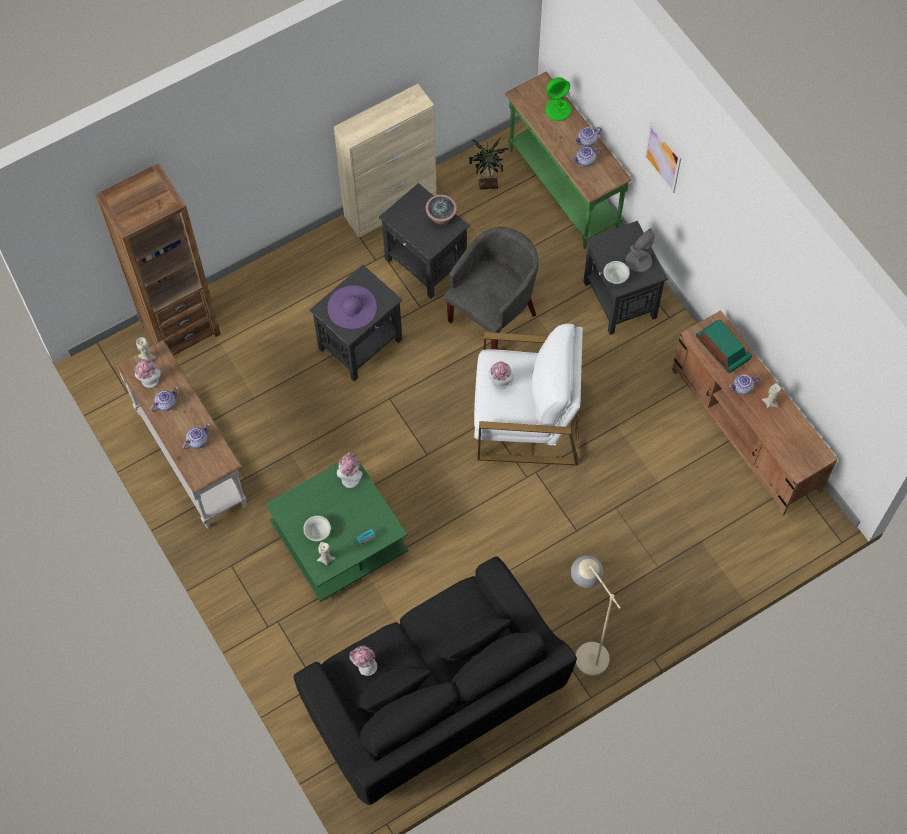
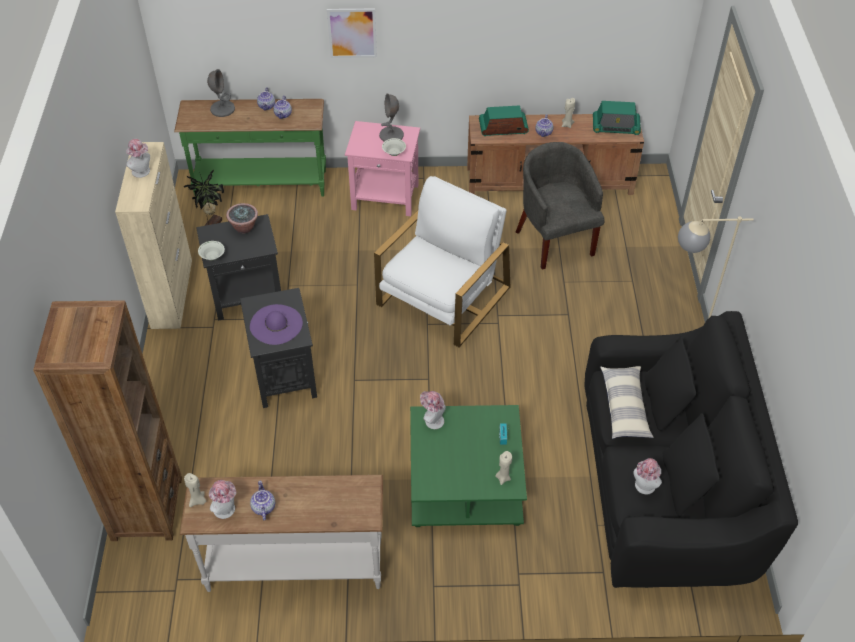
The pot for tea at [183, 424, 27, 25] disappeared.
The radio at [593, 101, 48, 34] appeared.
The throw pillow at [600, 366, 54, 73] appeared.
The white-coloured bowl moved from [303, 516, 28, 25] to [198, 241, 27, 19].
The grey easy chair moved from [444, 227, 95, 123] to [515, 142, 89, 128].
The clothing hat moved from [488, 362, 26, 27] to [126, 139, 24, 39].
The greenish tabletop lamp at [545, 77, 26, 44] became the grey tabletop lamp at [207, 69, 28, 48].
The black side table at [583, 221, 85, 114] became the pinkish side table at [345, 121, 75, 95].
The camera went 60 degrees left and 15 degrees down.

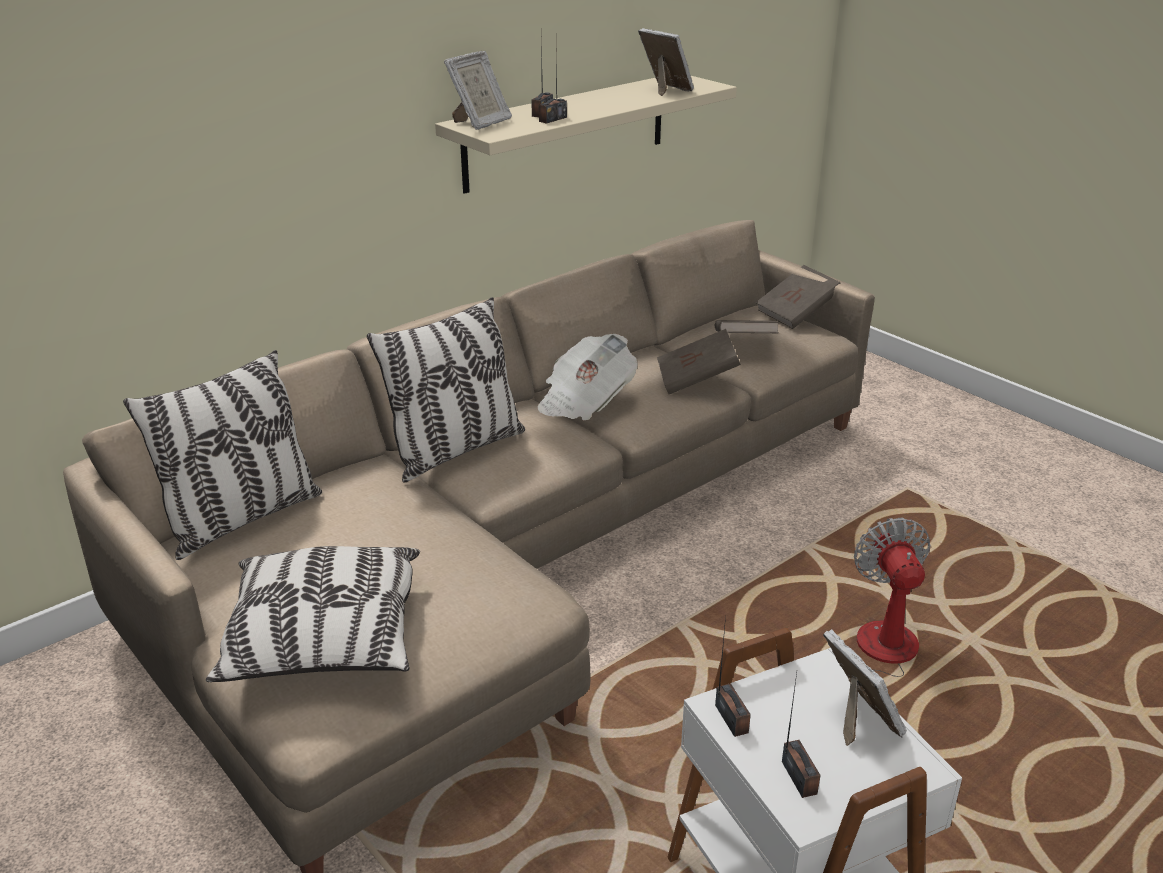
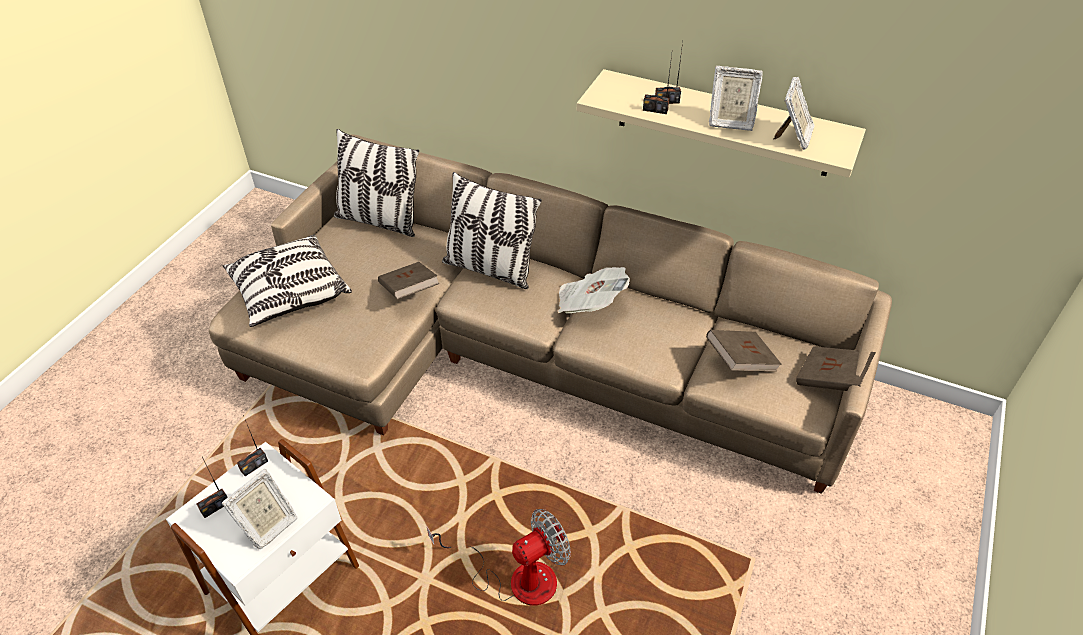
The picture frame moved from [444, 51, 68, 79] to [709, 66, 54, 65].
The brownish volume moved from [657, 329, 84, 65] to [378, 262, 62, 38].
The camera went 65 degrees right and 15 degrees up.

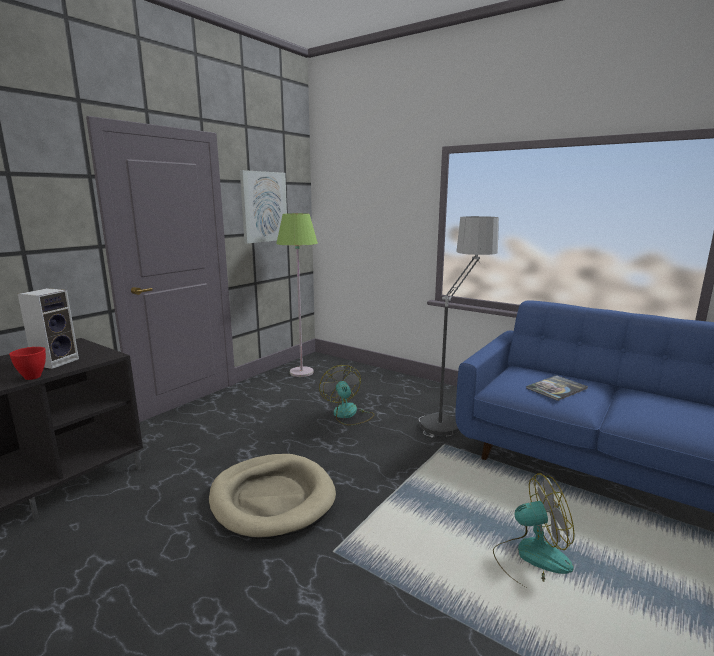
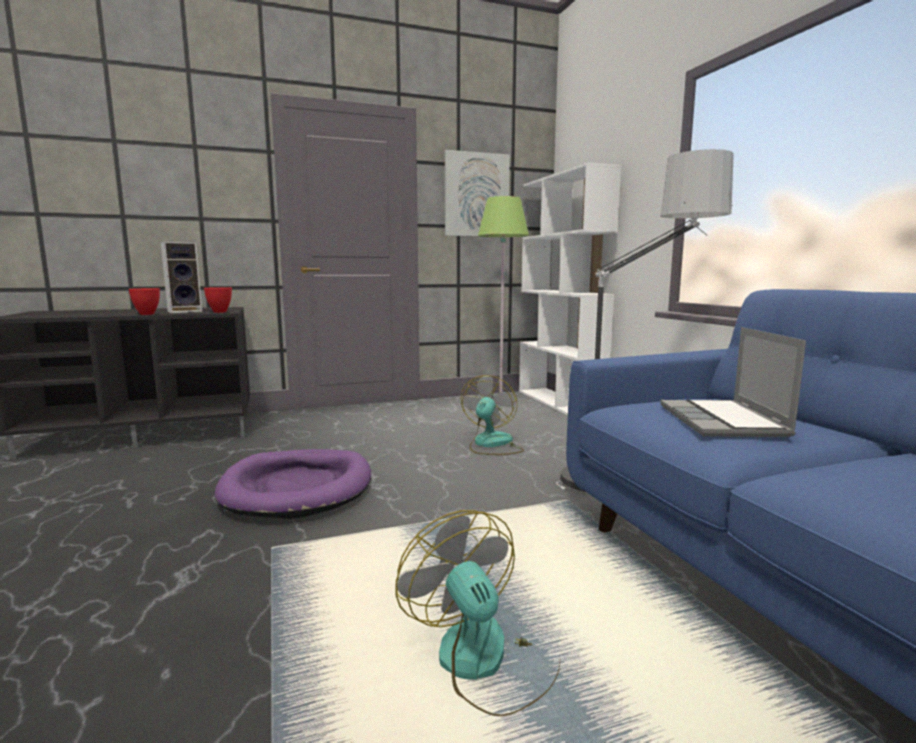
The red-coloured bowl at [204, 287, 28, 26] appeared.
The white-coloured bookshelf at [519, 162, 102, 253] appeared.
The volume at [526, 375, 62, 26] was replaced by the notebook computer at [660, 327, 146, 110].
The beige-coloured dog cushion at [209, 454, 127, 85] became the purple-coloured dog cushion at [215, 449, 156, 70].
The cooling fan at [493, 473, 81, 116] turned 150 degrees counterclockwise.
The camera went 35 degrees right and 5 degrees down.

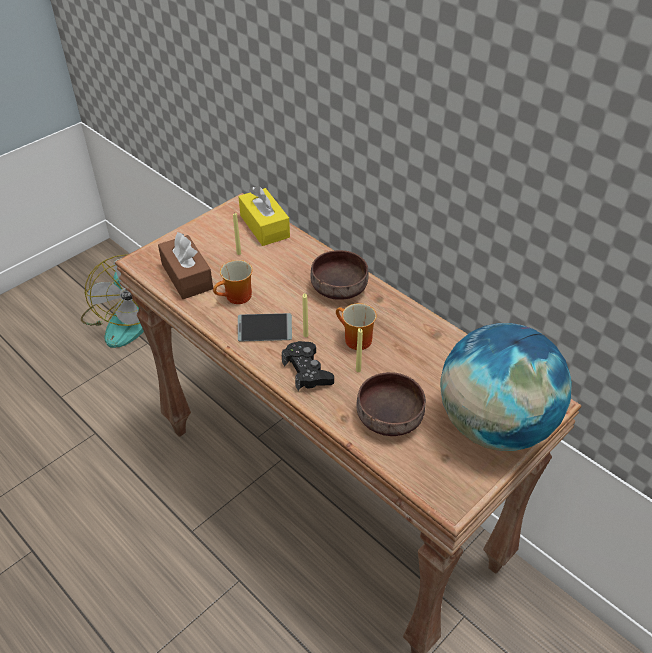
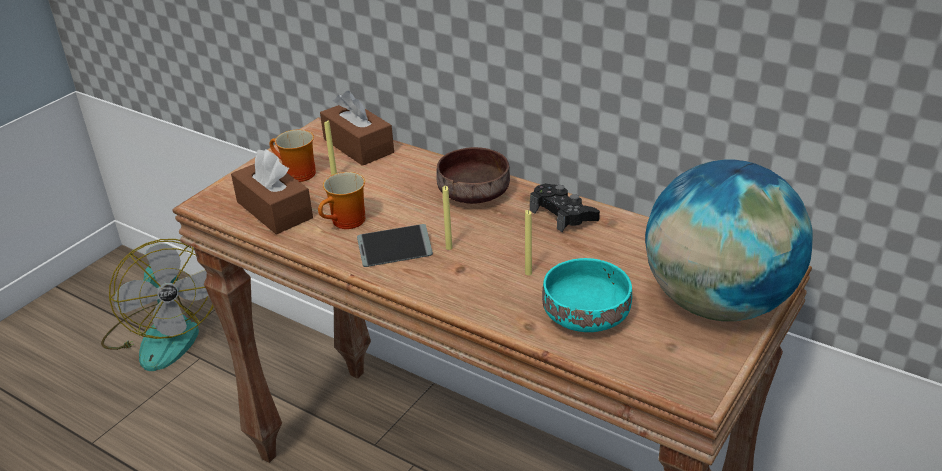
The black joypad moved from [282, 341, 52, 50] to [530, 183, 70, 49].
The mug moved from [336, 303, 41, 47] to [269, 129, 47, 53].
The yellowish box of tissues at [238, 186, 52, 60] became the brownish box of tissues at [320, 91, 74, 75].
The brownish bowl at [356, 372, 70, 64] became the turquoise-coloured bowl at [542, 258, 90, 74].
The camera went 10 degrees left and 10 degrees down.

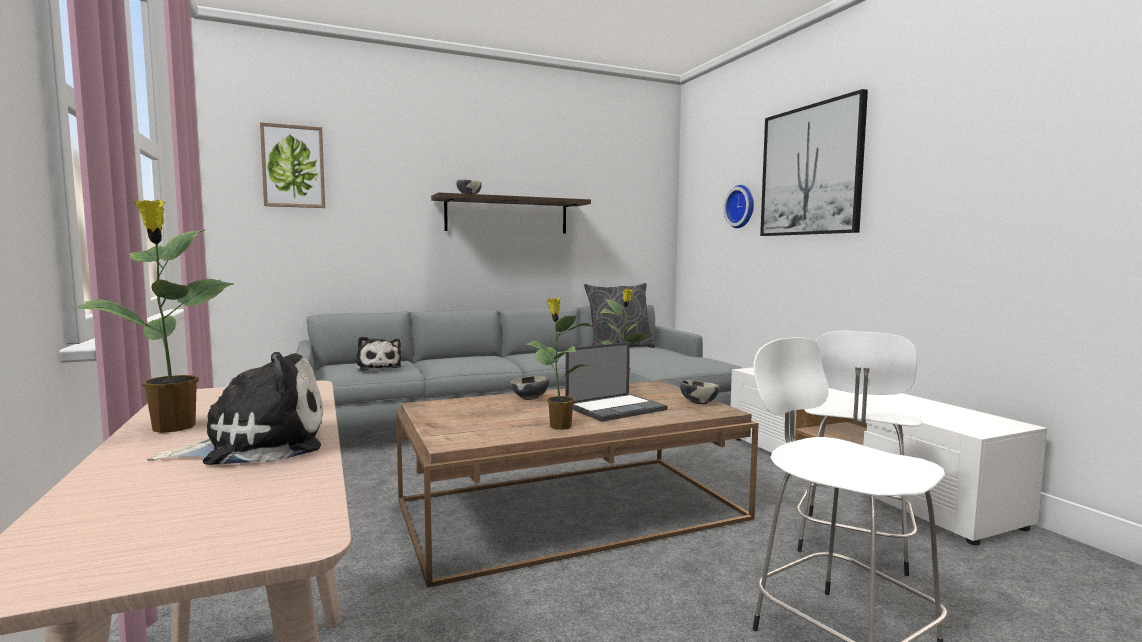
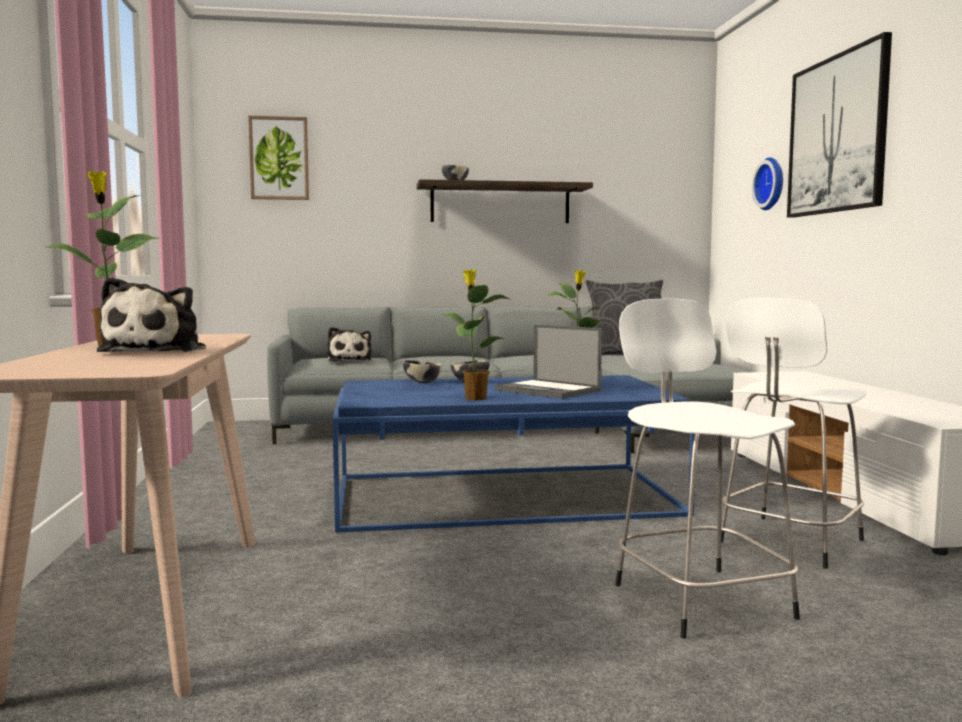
The bowl moved from [680, 380, 39, 24] to [403, 360, 40, 23].
The brownish low table at [396, 380, 363, 209] became the blue low table at [333, 375, 362, 159].
The soft toy at [147, 352, 176, 113] turned 105 degrees clockwise.
The notebook computer at [565, 342, 103, 80] turned 60 degrees clockwise.
The camera went 15 degrees right and 0 degrees up.

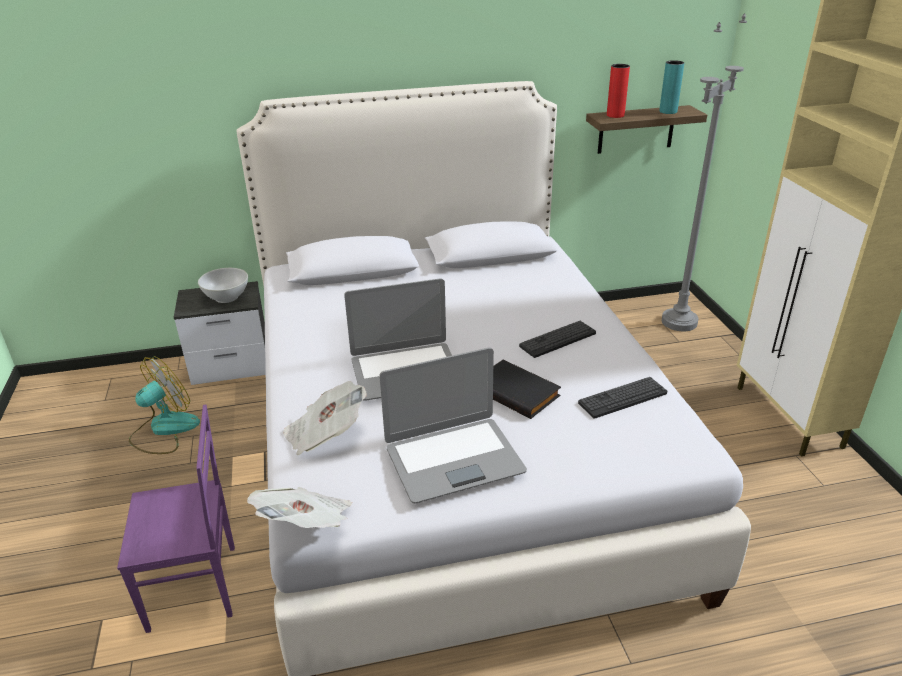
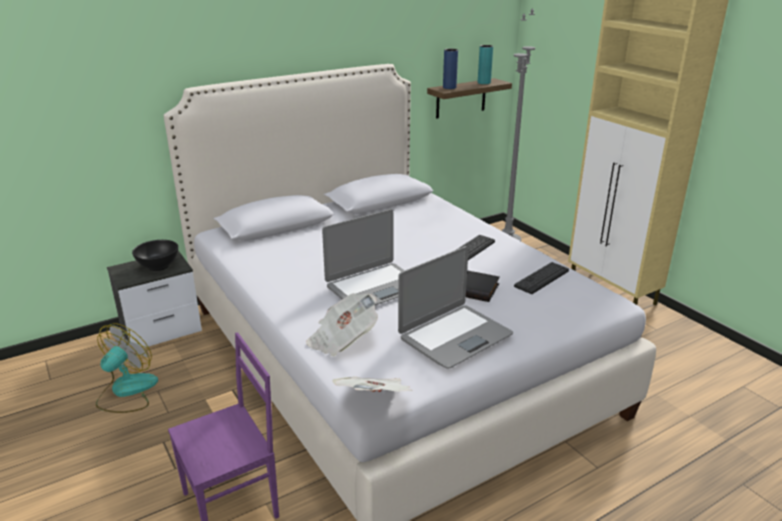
The white-coloured bowl at [198, 268, 50, 35] became the black bowl at [132, 240, 46, 31].
The red-coloured vase at [607, 64, 23, 54] became the blue vase at [443, 49, 15, 40].
The camera went 20 degrees left and 5 degrees down.

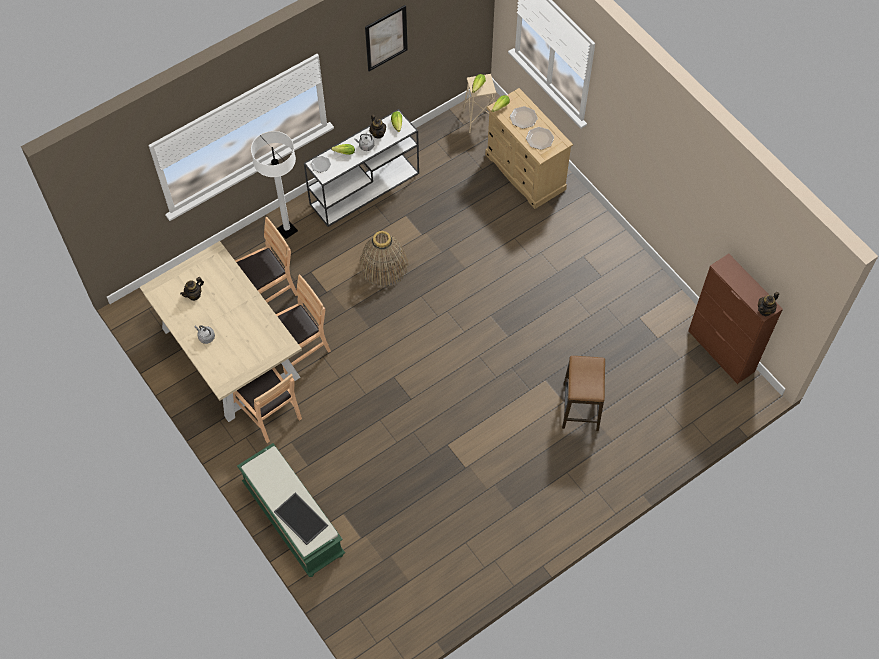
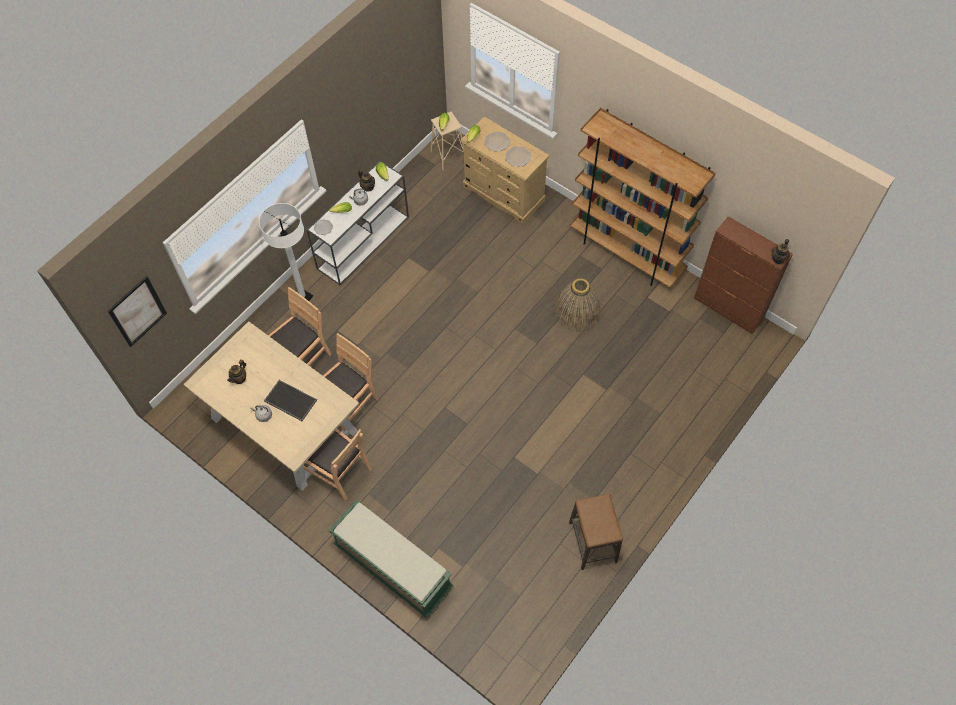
The brownish bookshelf at [570, 108, 146, 180] appeared.
The tray moved from [274, 493, 54, 52] to [264, 380, 53, 41].
The basket moved from [360, 231, 48, 56] to [554, 278, 47, 54].
The wall picture moved from [365, 5, 43, 66] to [108, 276, 59, 71].
The stool seat moved from [562, 356, 43, 75] to [569, 494, 54, 76].
The camera went 15 degrees left and 0 degrees up.

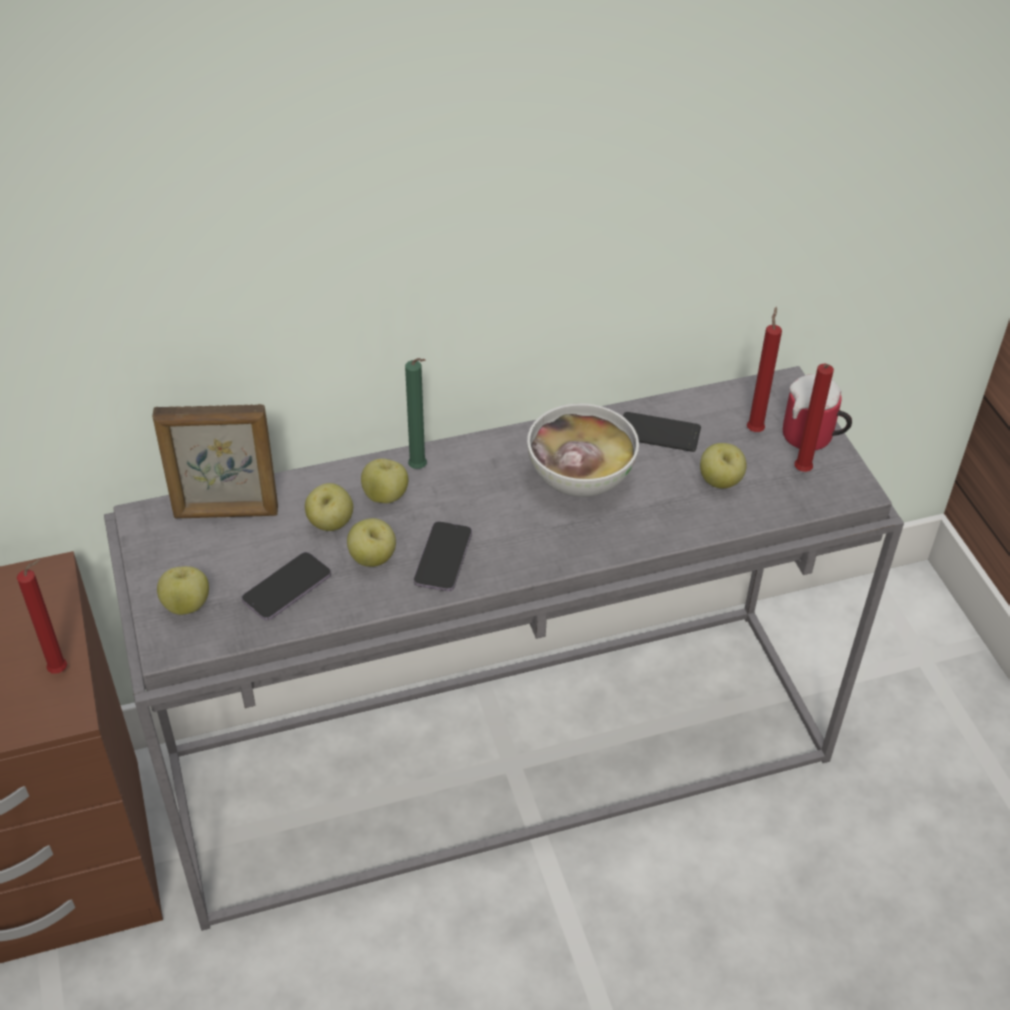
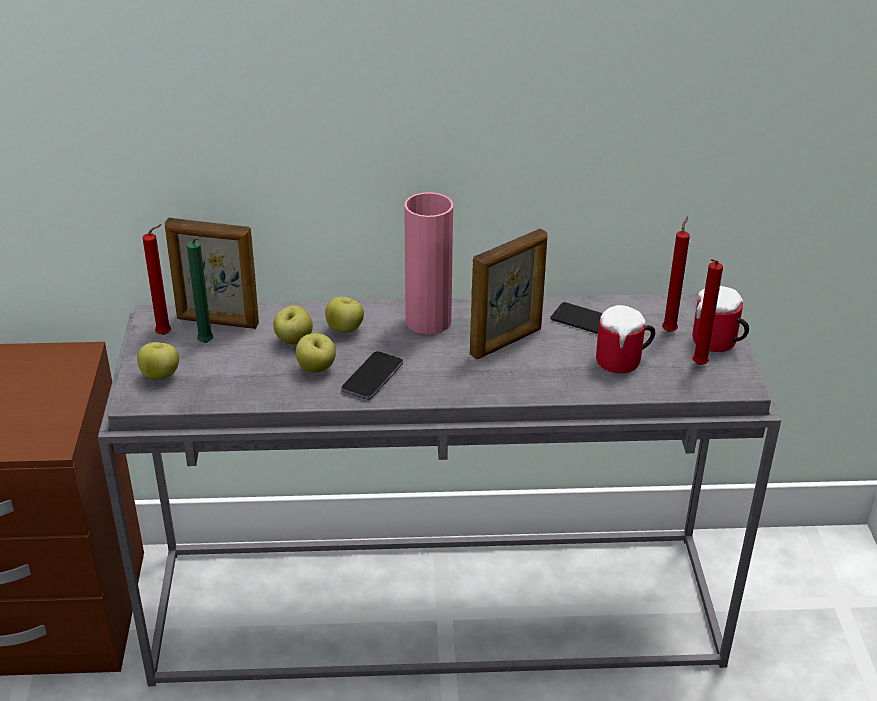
The telephone at [242, 552, 89, 69] disappeared.
The pinkish vase at [404, 192, 49, 143] appeared.
The red-coloured candle moved from [17, 559, 50, 115] to [142, 224, 29, 111].
The greenish candle moved from [405, 358, 22, 111] to [187, 238, 26, 105].
The bowl at [527, 404, 112, 93] was replaced by the picture frame at [470, 229, 78, 130].
The apple at [700, 443, 47, 46] was replaced by the mug at [596, 305, 59, 68].
The camera went 15 degrees right and 10 degrees down.

